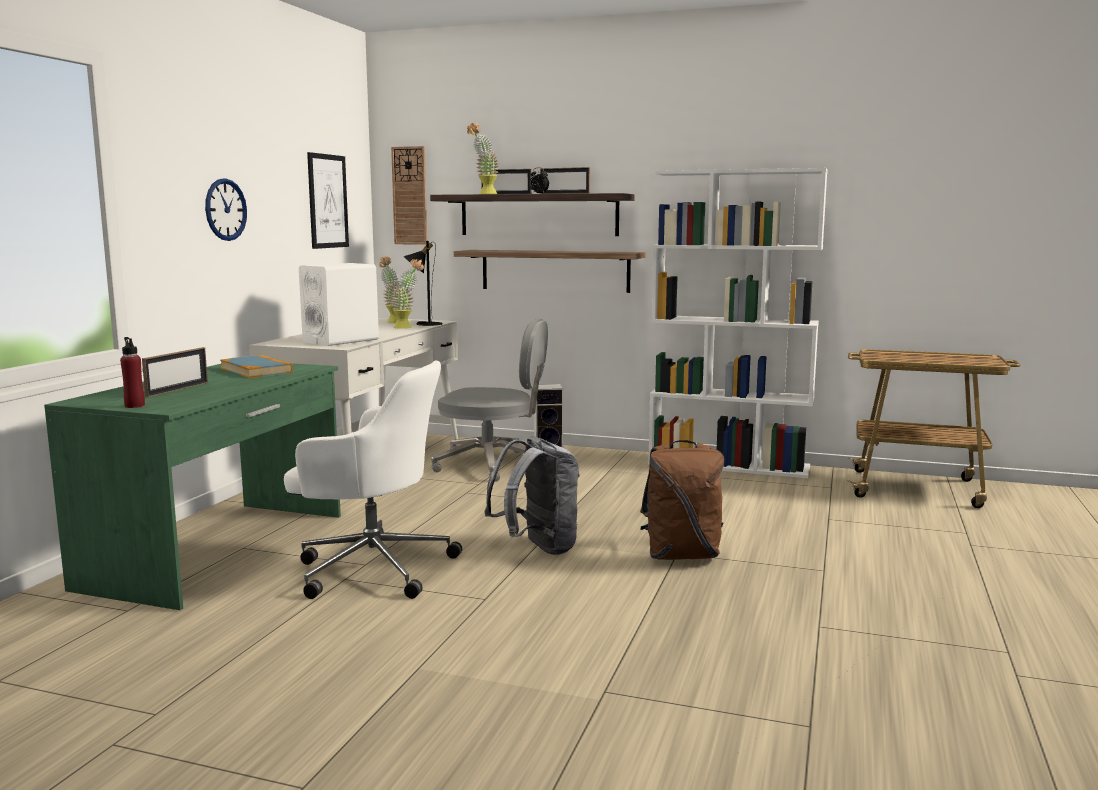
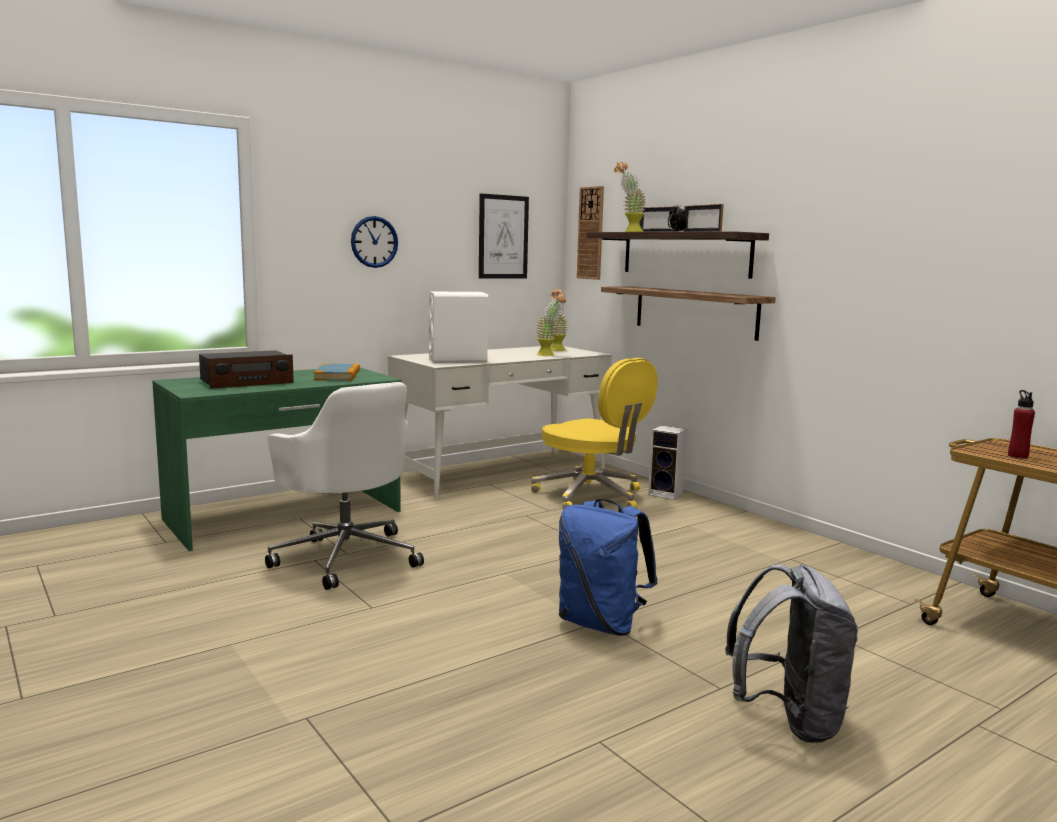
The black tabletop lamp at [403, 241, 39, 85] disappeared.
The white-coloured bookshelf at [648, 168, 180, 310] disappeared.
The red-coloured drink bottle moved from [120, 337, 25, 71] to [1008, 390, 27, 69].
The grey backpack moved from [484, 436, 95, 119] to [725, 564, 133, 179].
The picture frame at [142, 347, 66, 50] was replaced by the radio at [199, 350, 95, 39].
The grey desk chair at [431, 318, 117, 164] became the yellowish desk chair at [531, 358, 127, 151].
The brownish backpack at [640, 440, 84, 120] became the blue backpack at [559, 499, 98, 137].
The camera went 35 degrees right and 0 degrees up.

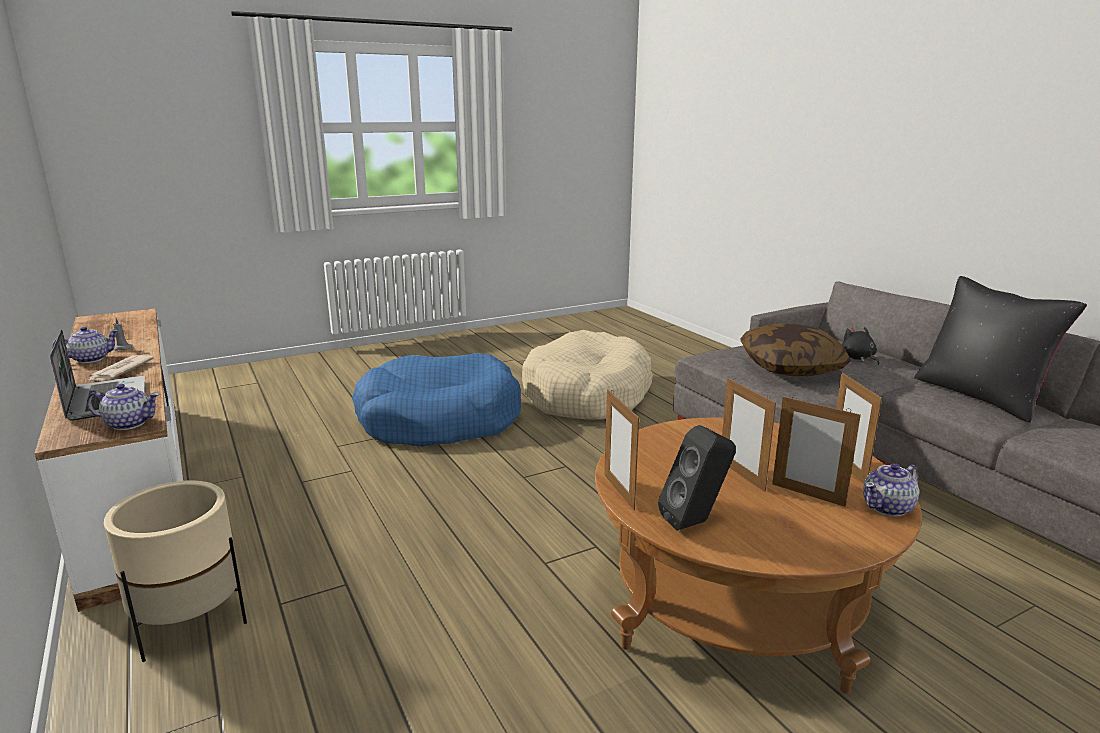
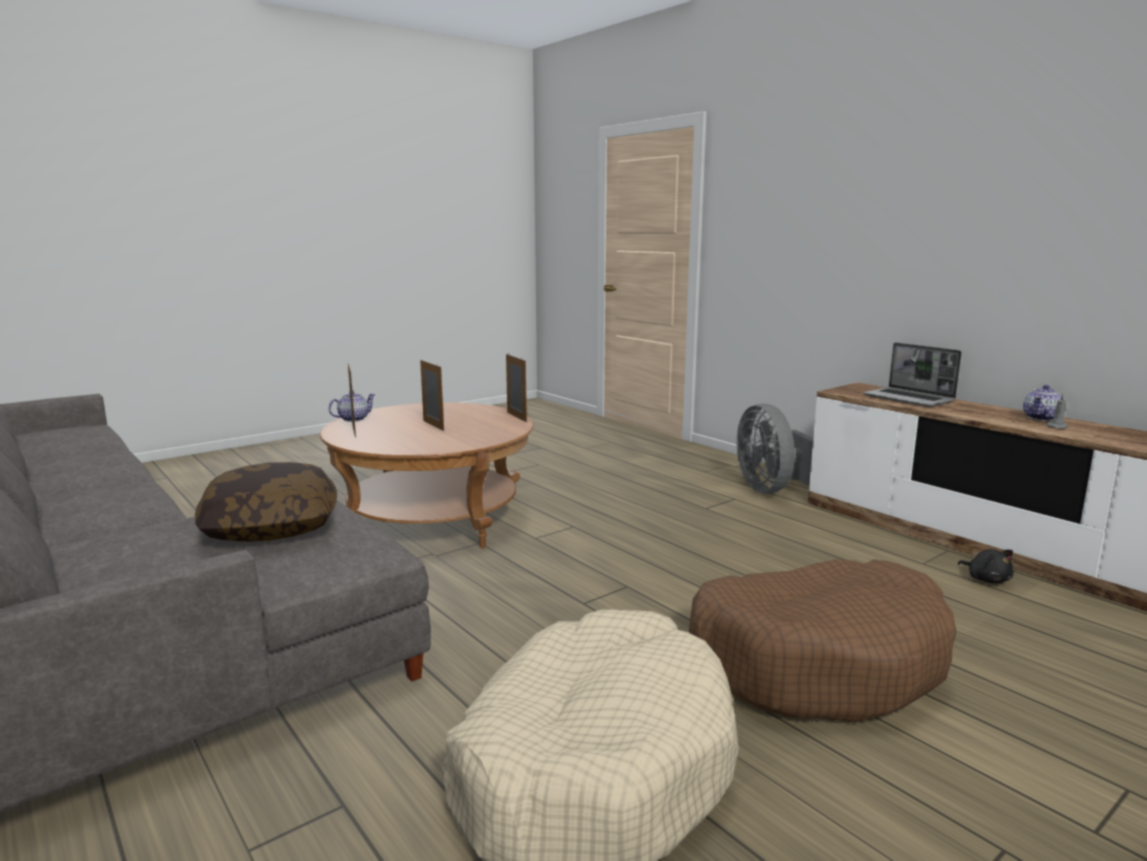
The newspaper at [87, 355, 67, 26] disappeared.
The pot for tea at [87, 384, 72, 46] disappeared.
The black audio speaker at [658, 425, 78, 106] disappeared.
The picture frame at [772, 396, 89, 111] disappeared.
The black throw pillow at [914, 276, 173, 147] disappeared.
The black soft toy moved from [842, 327, 37, 38] to [958, 549, 56, 34].
The beige-coloured plant pot at [104, 481, 143, 181] was replaced by the grey cooling fan at [737, 404, 76, 90].
The blue dog cushion at [352, 353, 169, 94] became the brownish dog cushion at [689, 559, 268, 163].
The camera went 170 degrees right and 5 degrees down.

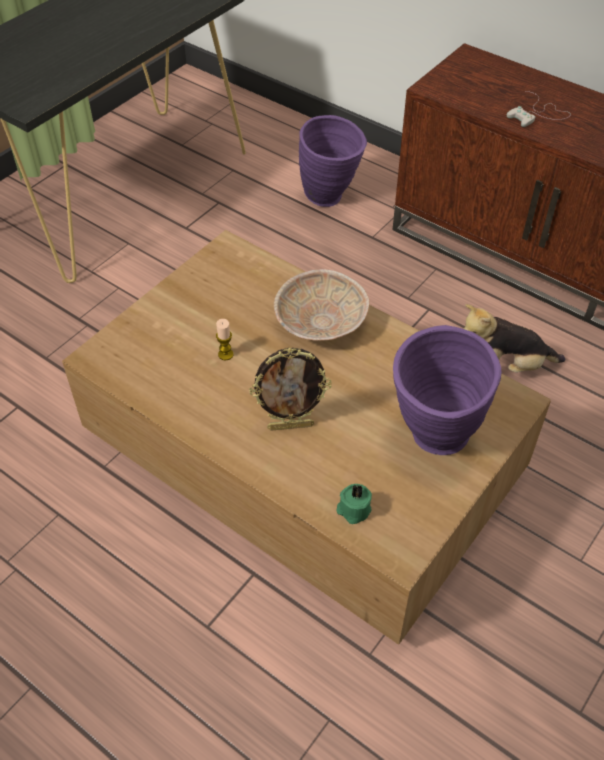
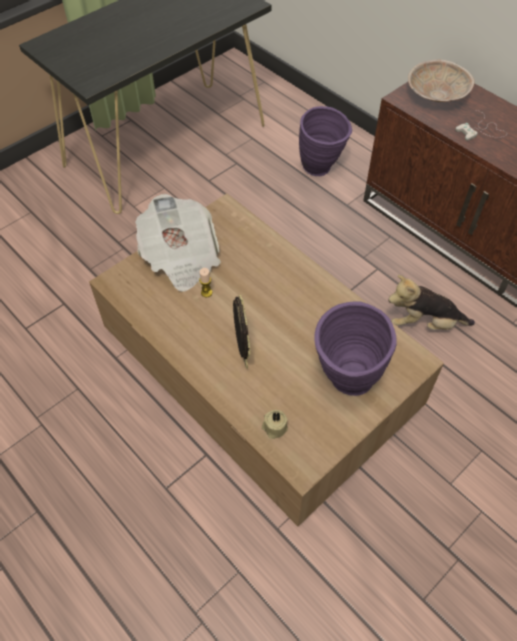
The newspaper at [135, 194, 86, 98] appeared.
The beige-coloured bowl moved from [274, 269, 96, 72] to [408, 59, 66, 43].
The greenish candle at [336, 484, 36, 40] became the beige-coloured candle at [262, 410, 26, 29].
The picture frame at [249, 348, 83, 83] turned 105 degrees counterclockwise.
The camera went 10 degrees right and 5 degrees up.

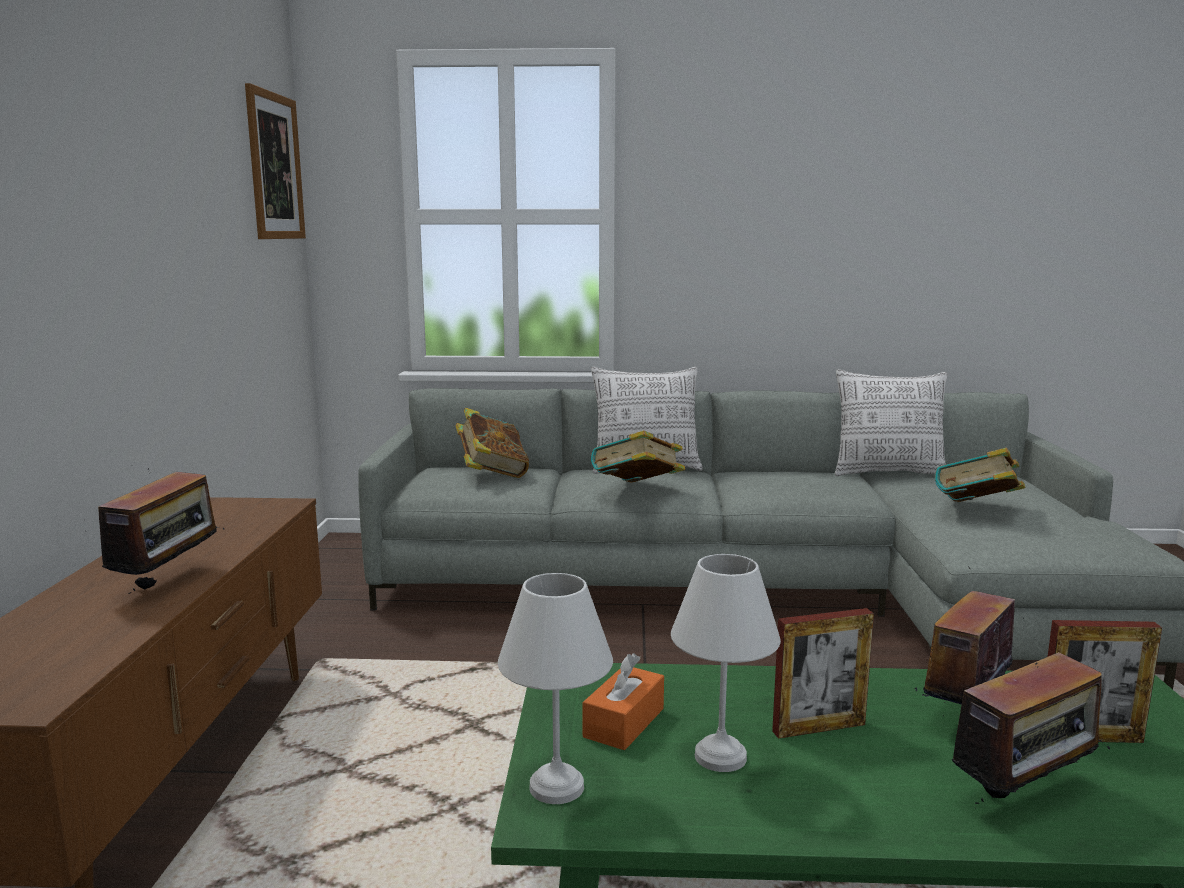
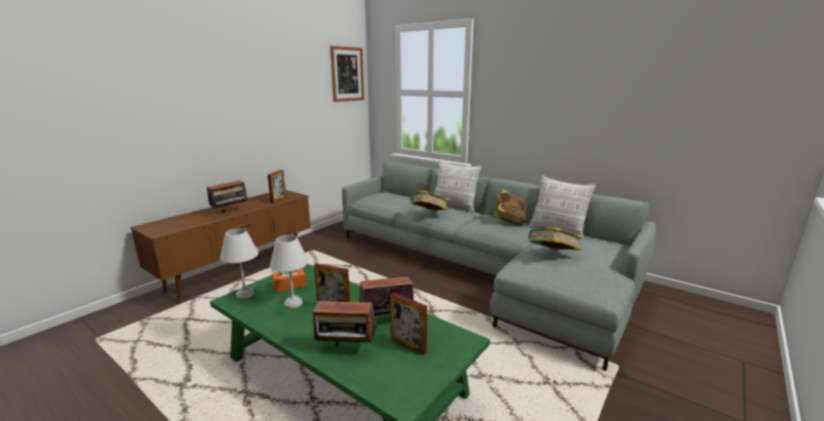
The picture frame at [268, 170, 18, 33] appeared.
The volume moved from [456, 408, 73, 70] to [493, 189, 34, 37].
The camera went 35 degrees right and 5 degrees up.

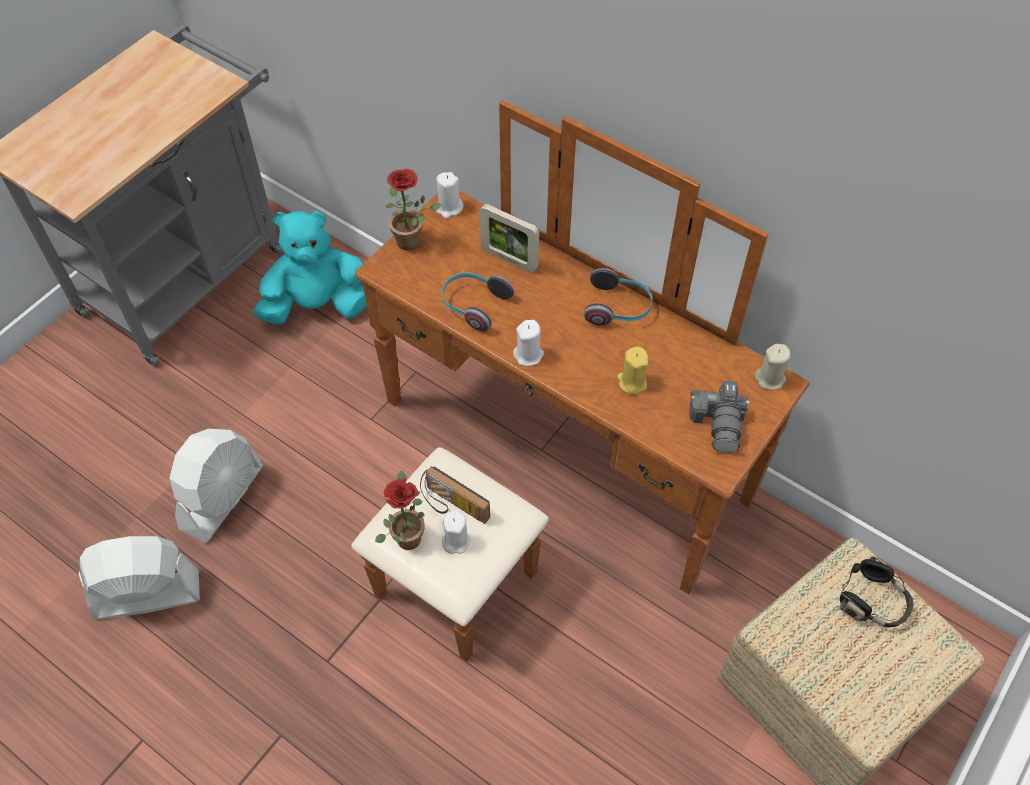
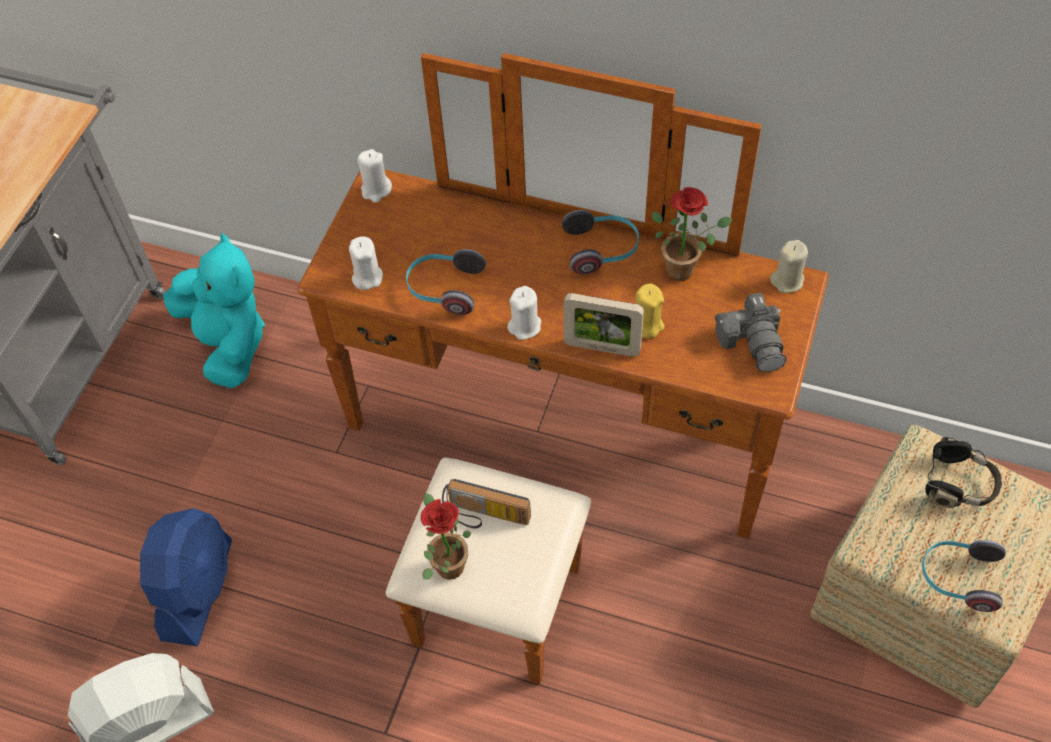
The headphones at [922, 540, 84, 72] appeared.
The houseplant moved from [386, 169, 56, 82] to [652, 187, 80, 94].
The white-coloured candle moved from [442, 511, 28, 43] to [349, 236, 34, 54].
The picture frame moved from [480, 204, 59, 69] to [563, 293, 81, 64].
The white-coloured cooling fan at [169, 429, 94, 114] became the blue cooling fan at [140, 508, 92, 138].
The turquoise-coloured soft toy at [254, 211, 113, 114] turned 90 degrees clockwise.
The camera went 15 degrees left and 0 degrees up.

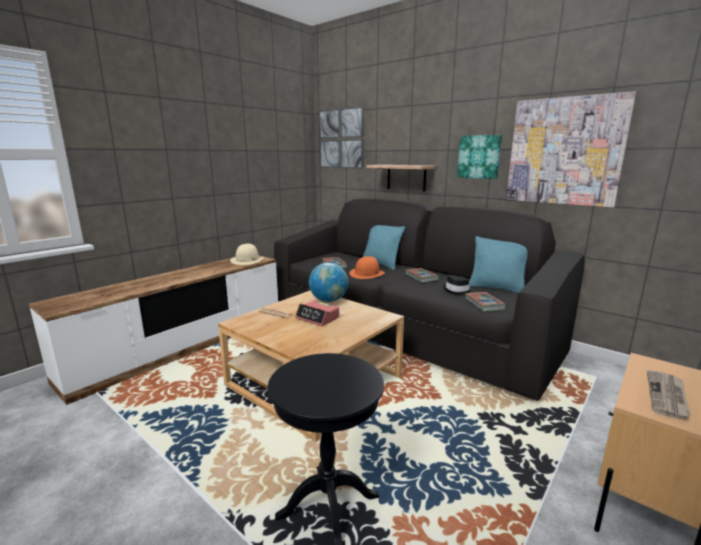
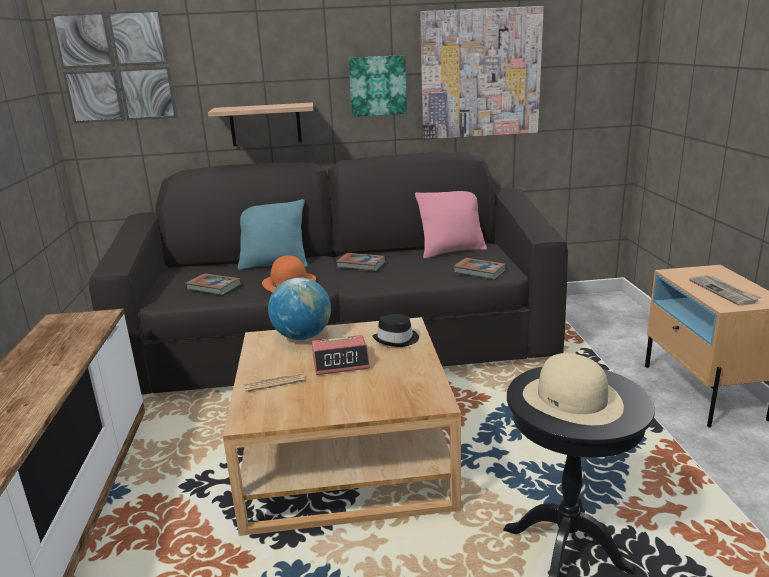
The beige-coloured clothing hat moved from [230, 244, 34, 21] to [523, 353, 101, 72].
The black clothing hat moved from [443, 275, 30, 20] to [372, 314, 47, 33].
The turquoise-coloured throw pillow at [469, 236, 59, 57] became the pinkish throw pillow at [415, 191, 72, 68].
The camera went 45 degrees left and 5 degrees up.

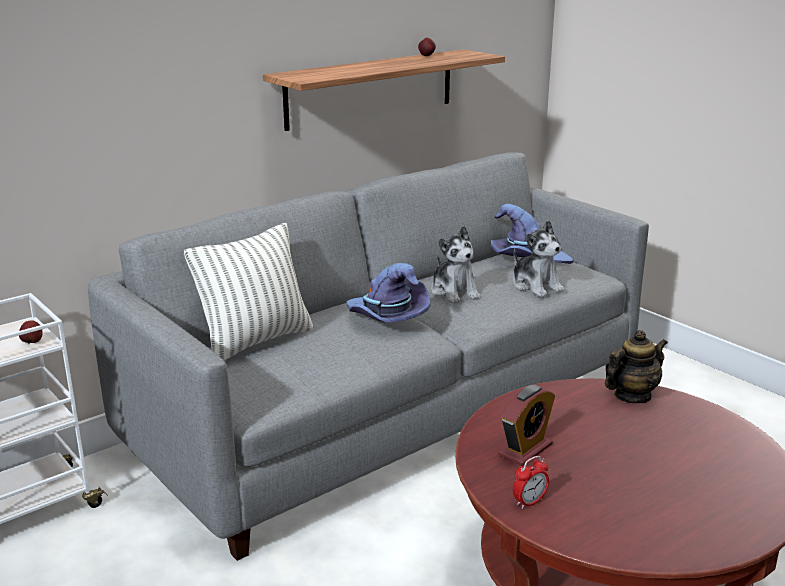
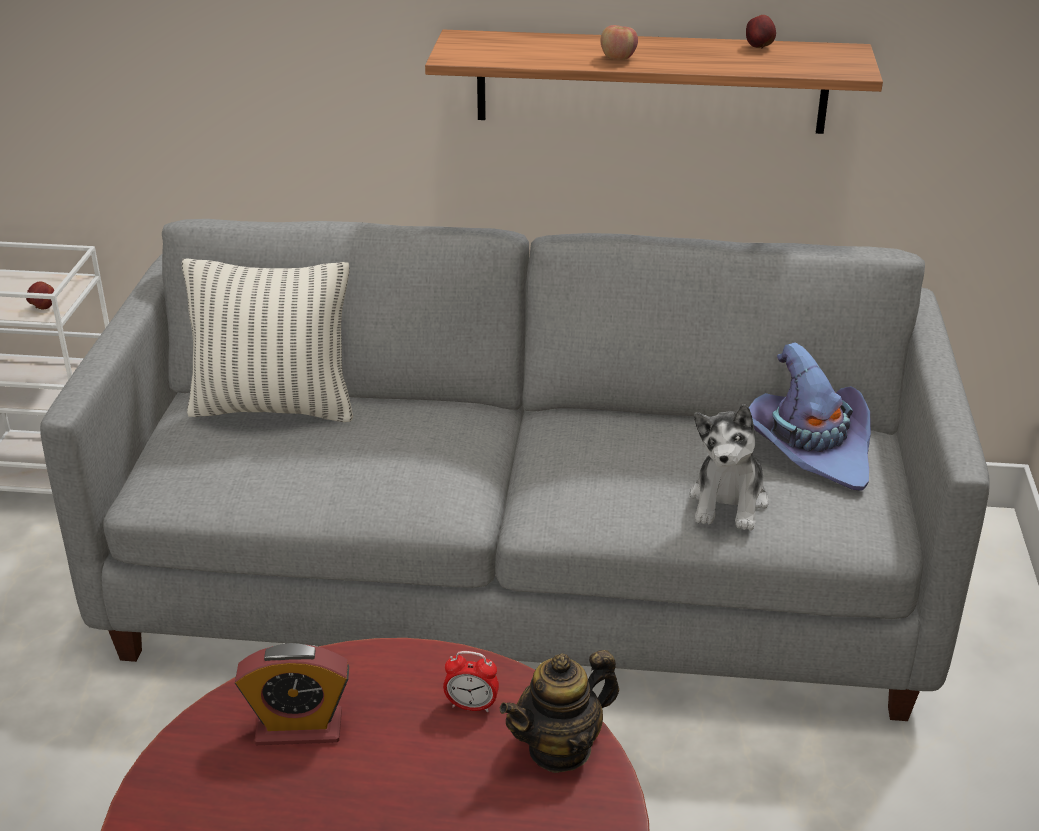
The purple-coloured clothing hat at [346, 263, 84, 60] disappeared.
The soft toy at [431, 226, 50, 78] disappeared.
The apple at [600, 25, 38, 35] appeared.
The table clock moved from [513, 456, 36, 53] to [443, 651, 56, 61].
The pot for tea at [605, 330, 63, 73] turned 135 degrees clockwise.
The camera went 45 degrees right and 10 degrees up.

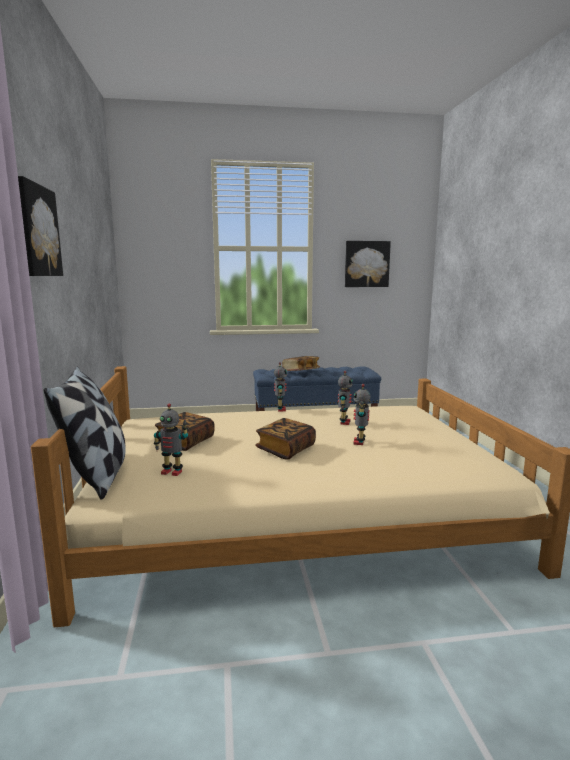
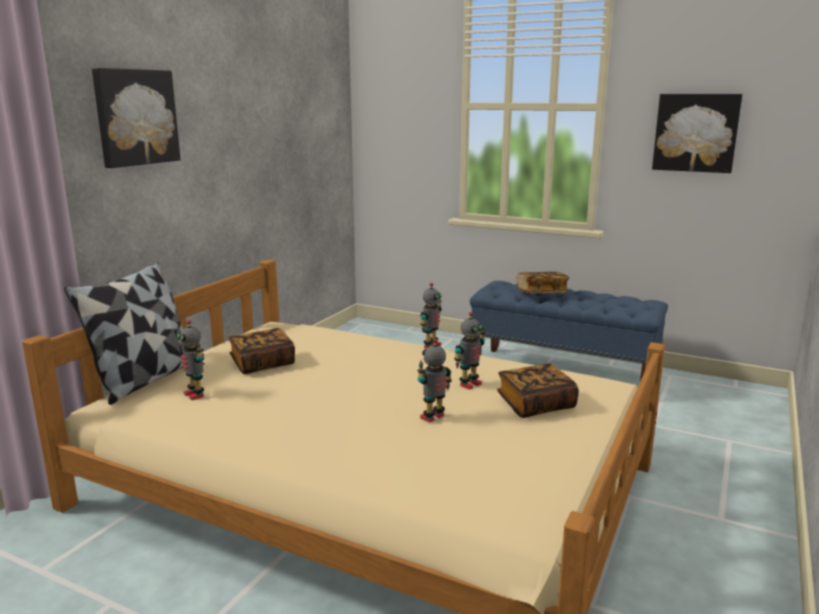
The volume moved from [255, 418, 61, 42] to [497, 363, 82, 55].
The camera went 35 degrees right and 5 degrees up.

